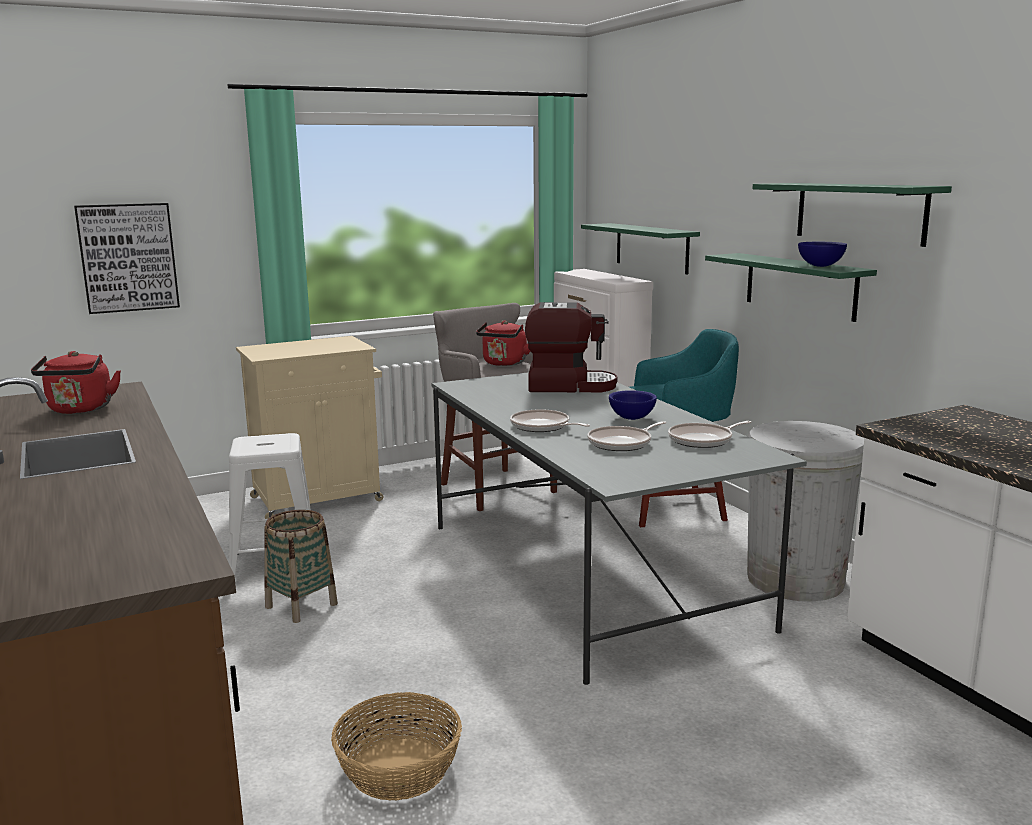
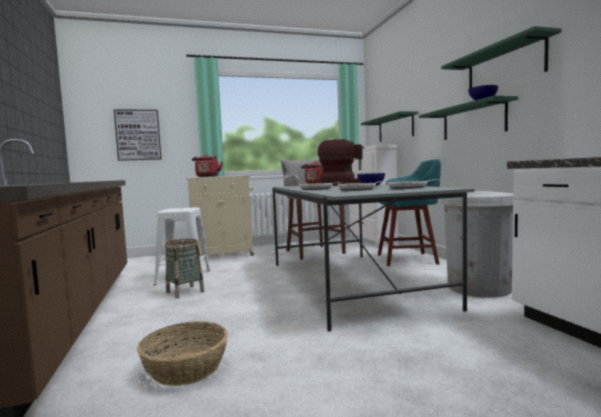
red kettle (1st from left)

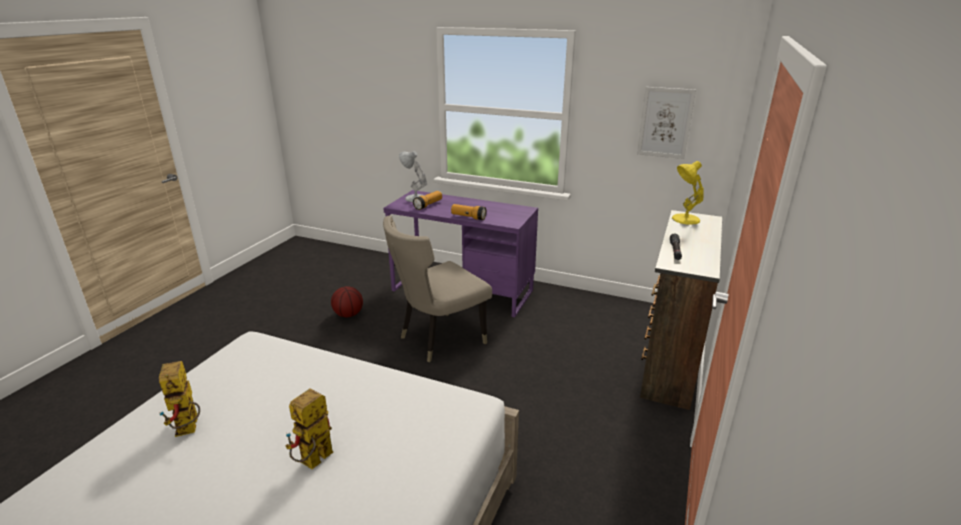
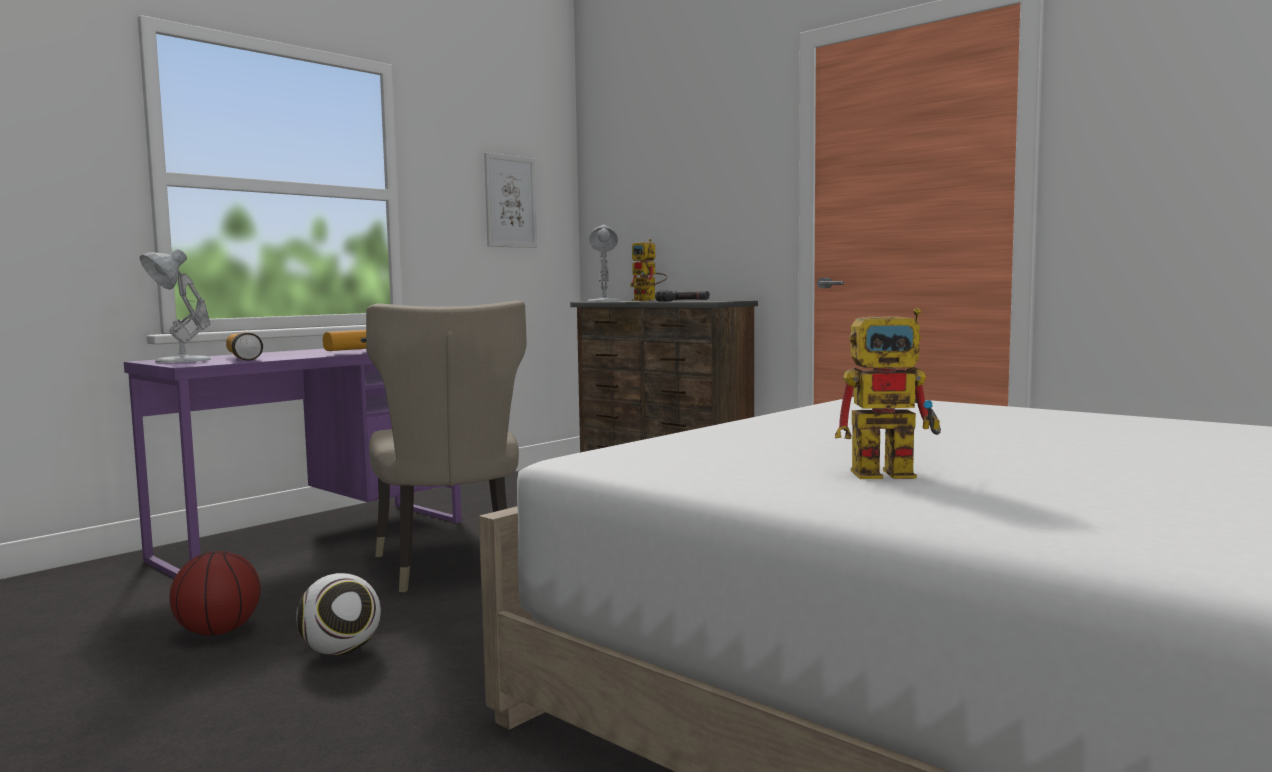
toy robot (1st from left); white table lamp (2nd from left); football

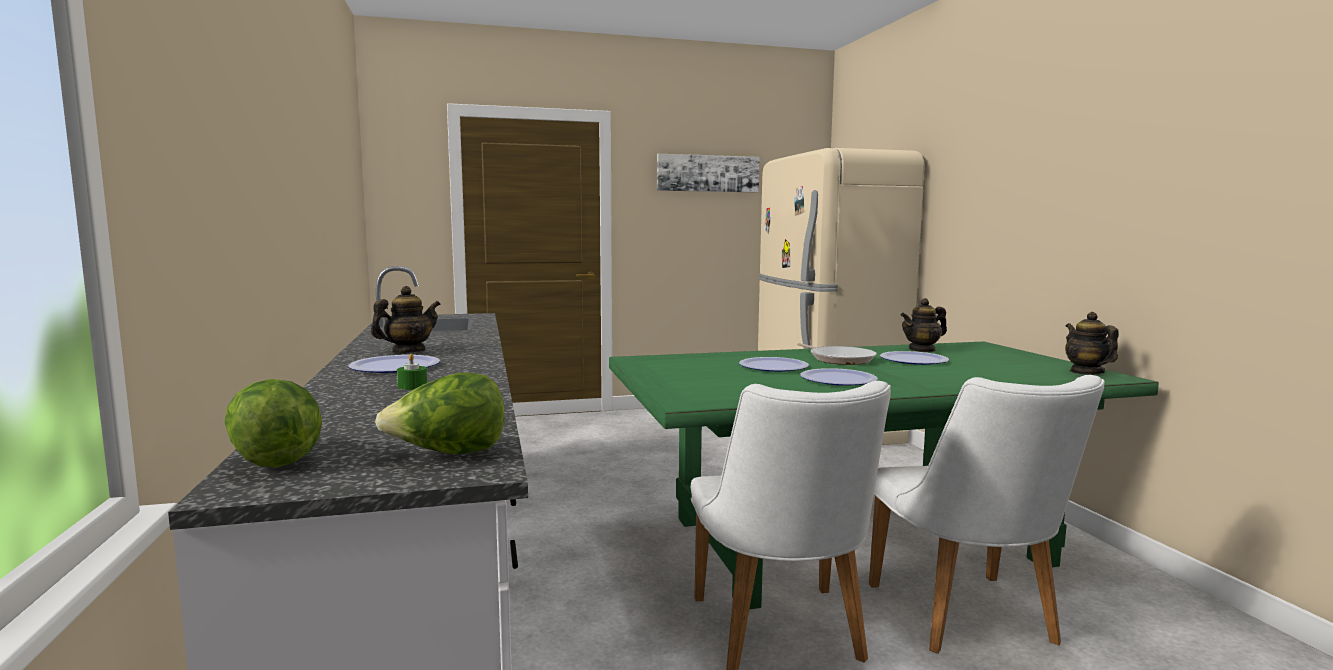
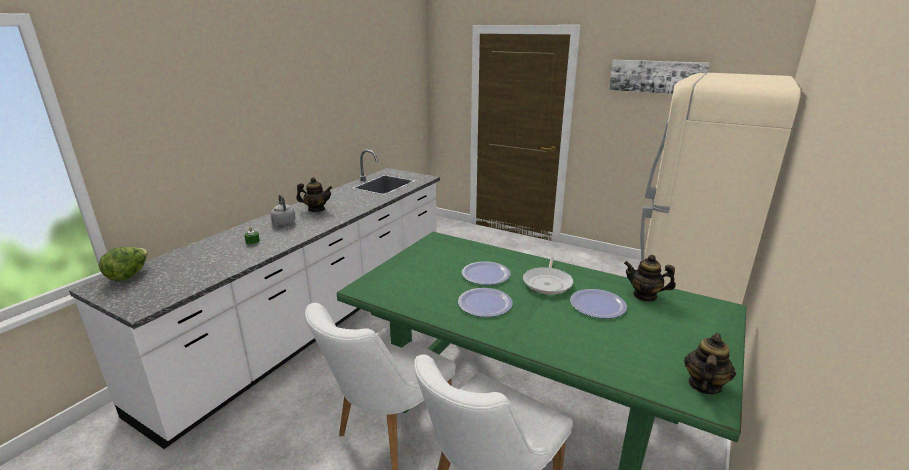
grey kettle; lettuce (2nd from left in the first image)

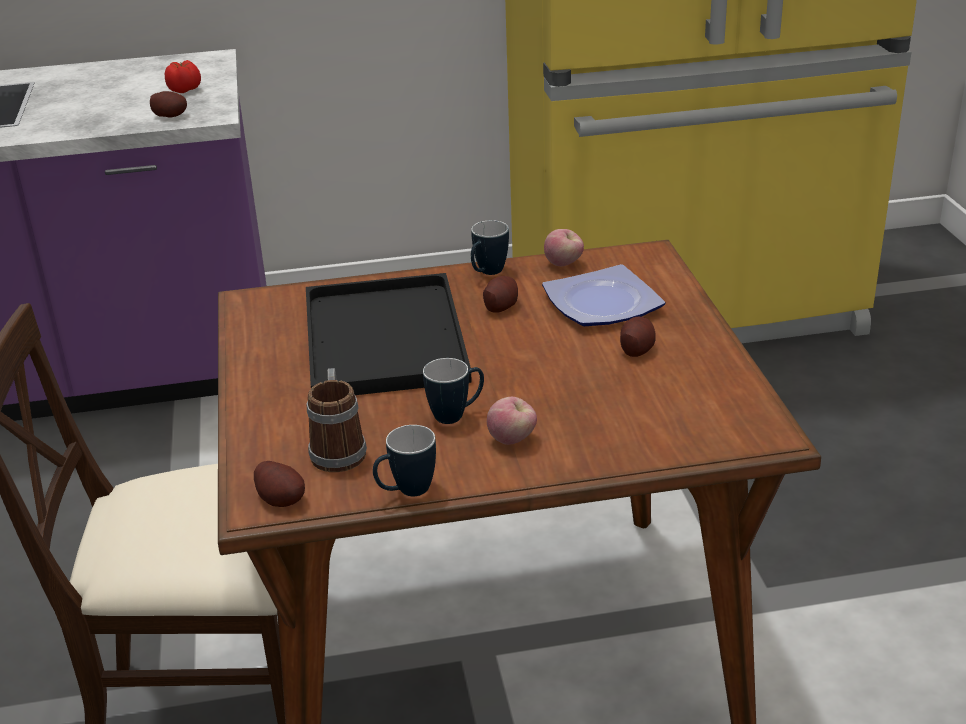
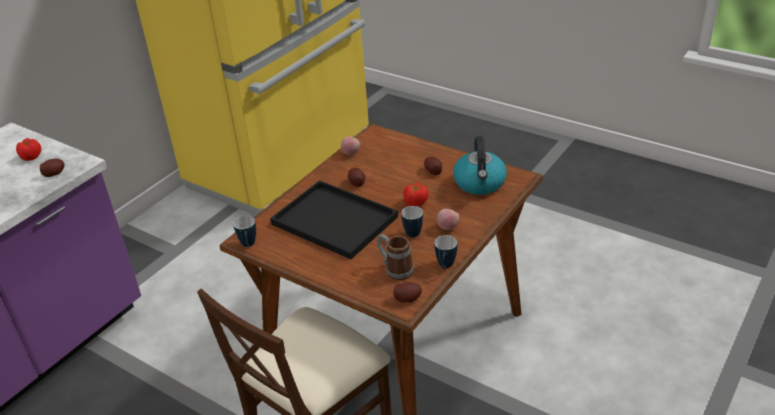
mug (1st from left); plate; tomato (2nd from left); kettle

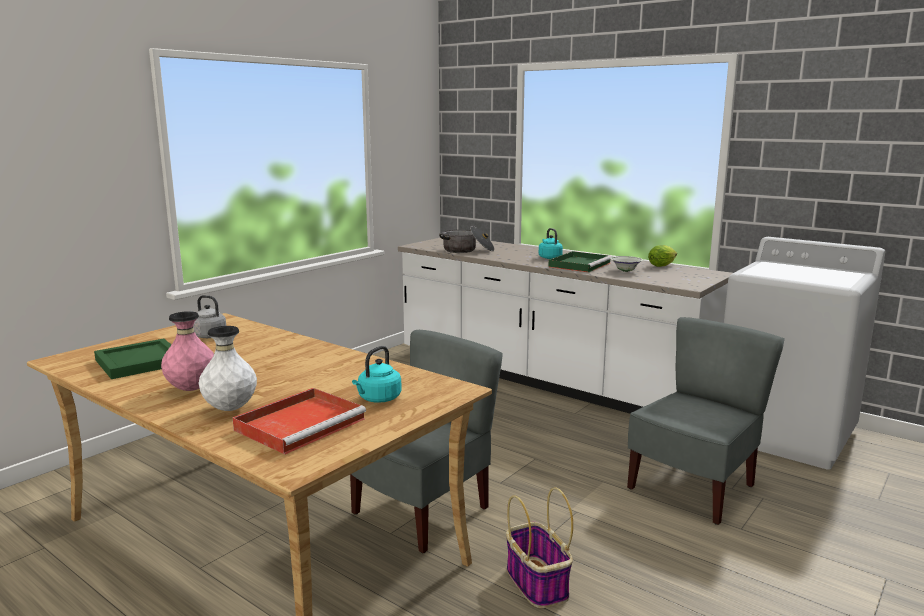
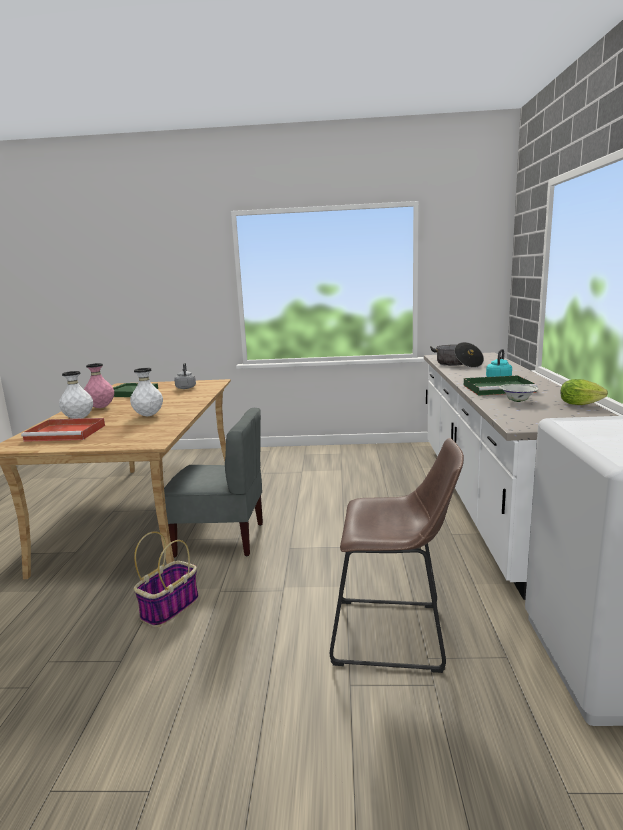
turquoise kettle (1st from left in the first image); brown stool; white vase (2nd from left)

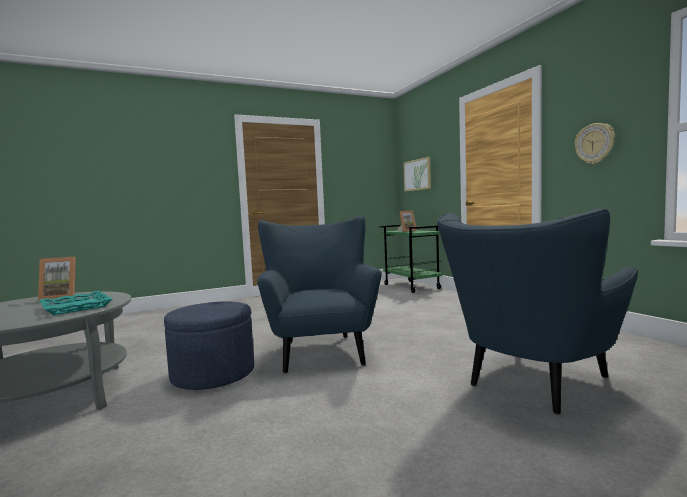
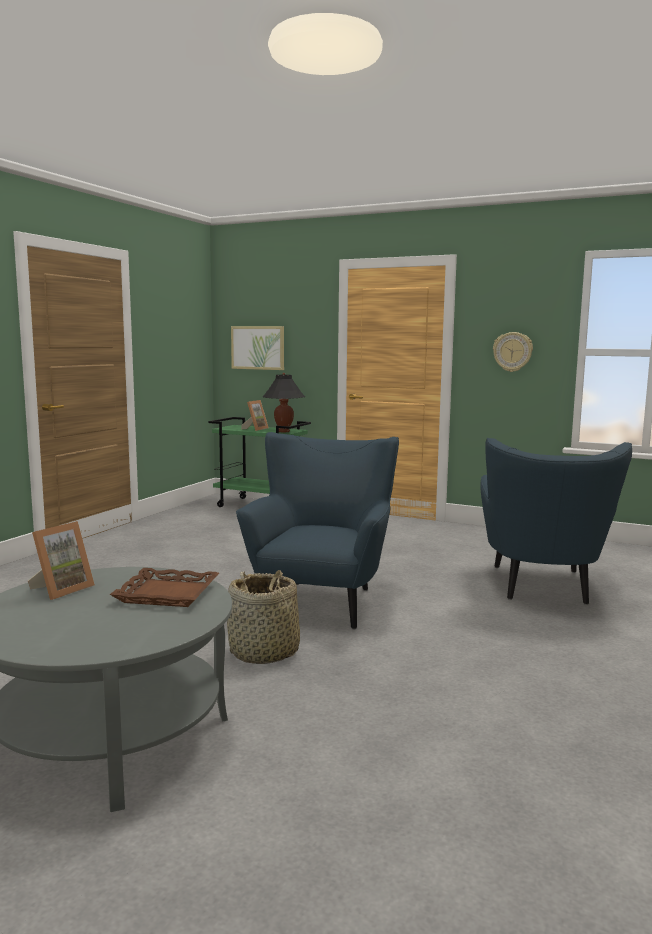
brown tray; basket; blue armchair (1st from left); black table lamp

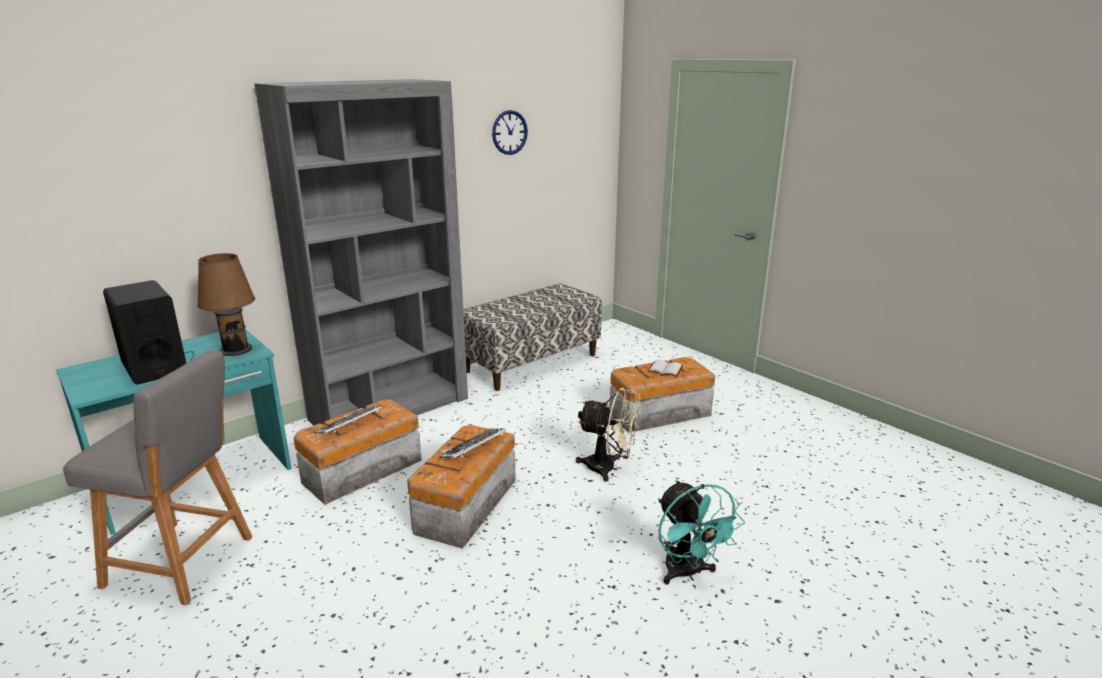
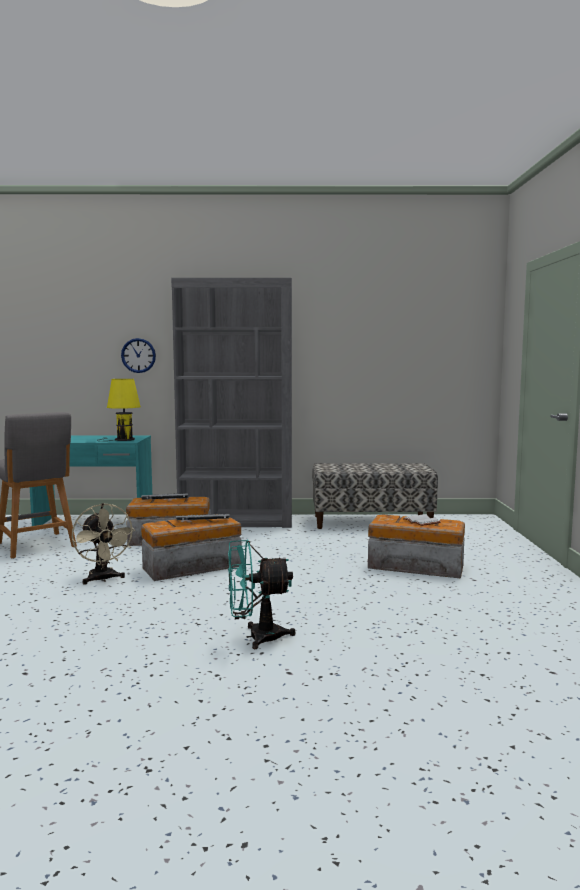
black speaker; yellow table lamp; wall clock; beige fan; turquoise fan

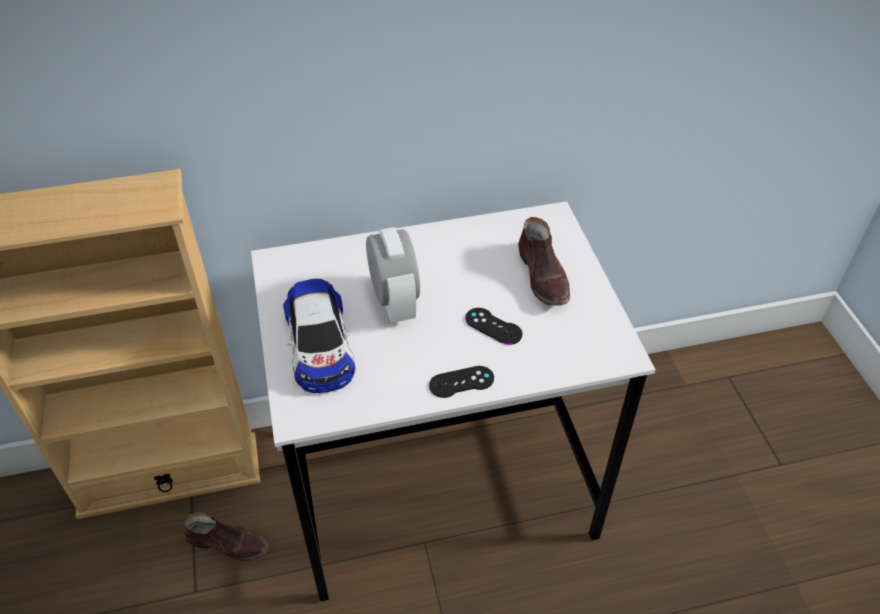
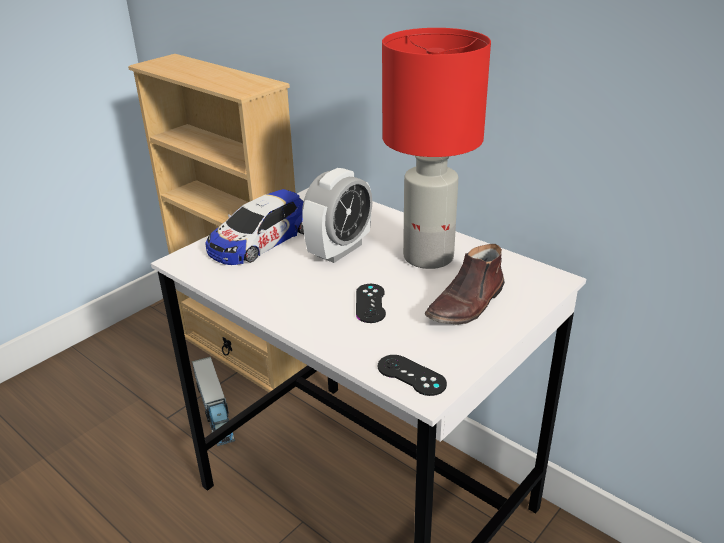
toy truck; black game controller (2nd from left); red table lamp

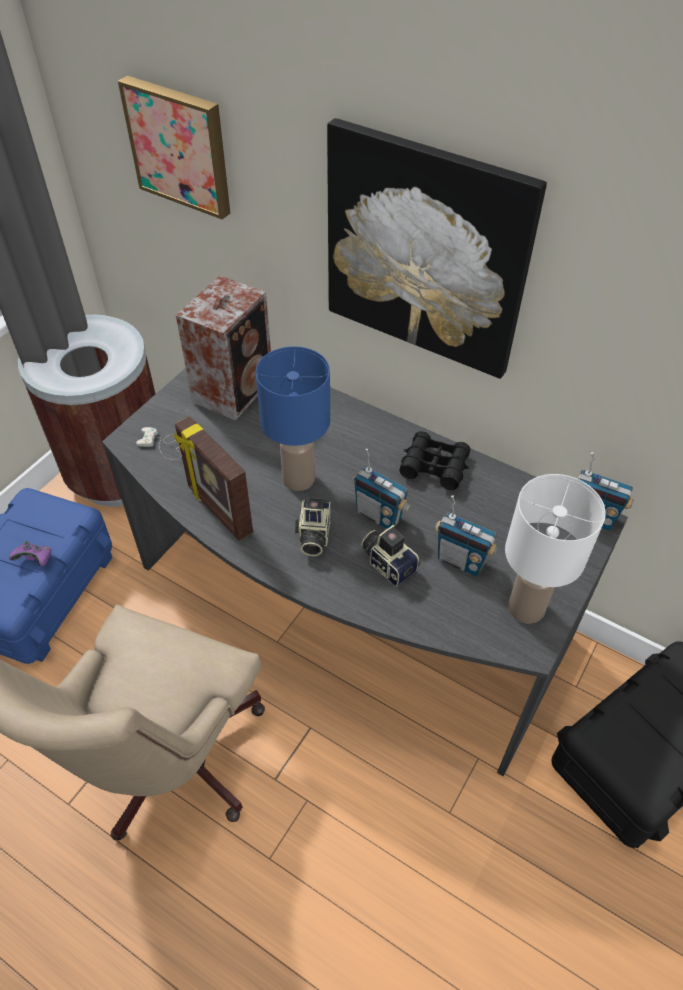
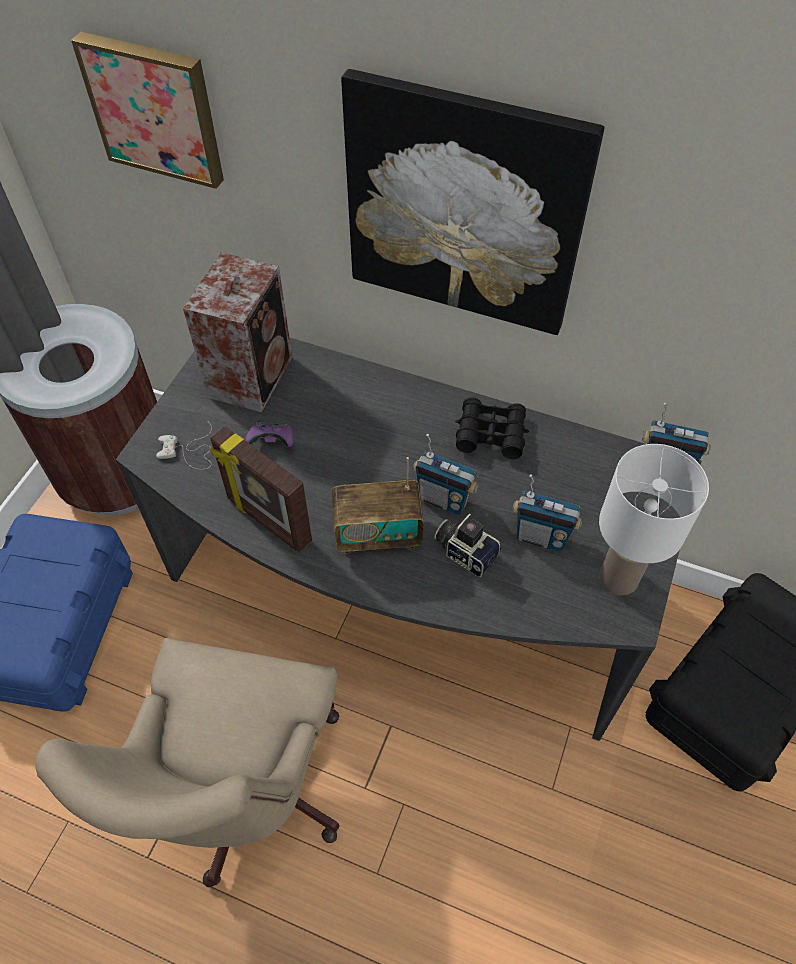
purple game controller; blue table lamp; radio (1st from left)

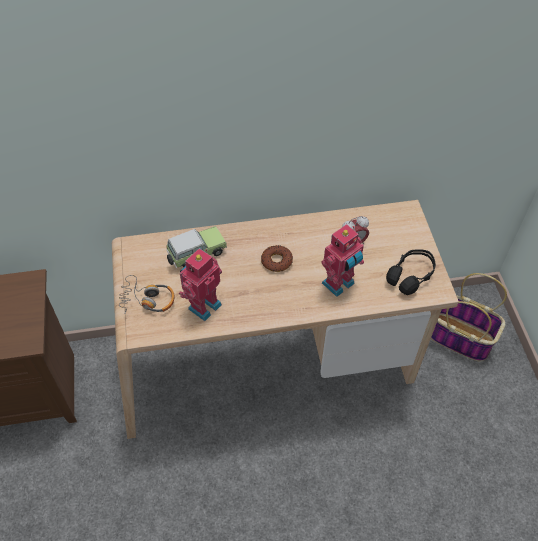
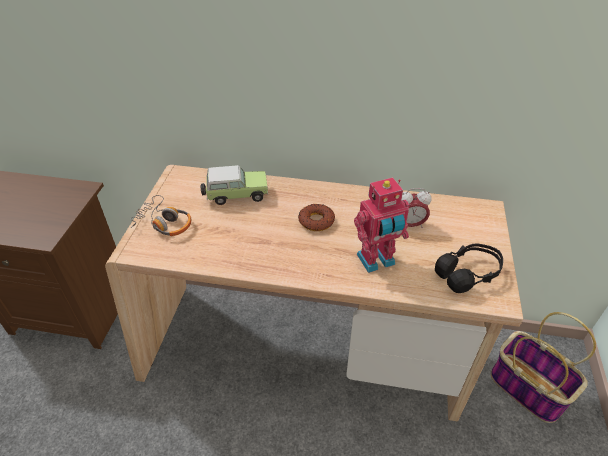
toy robot (1st from left in the first image)

